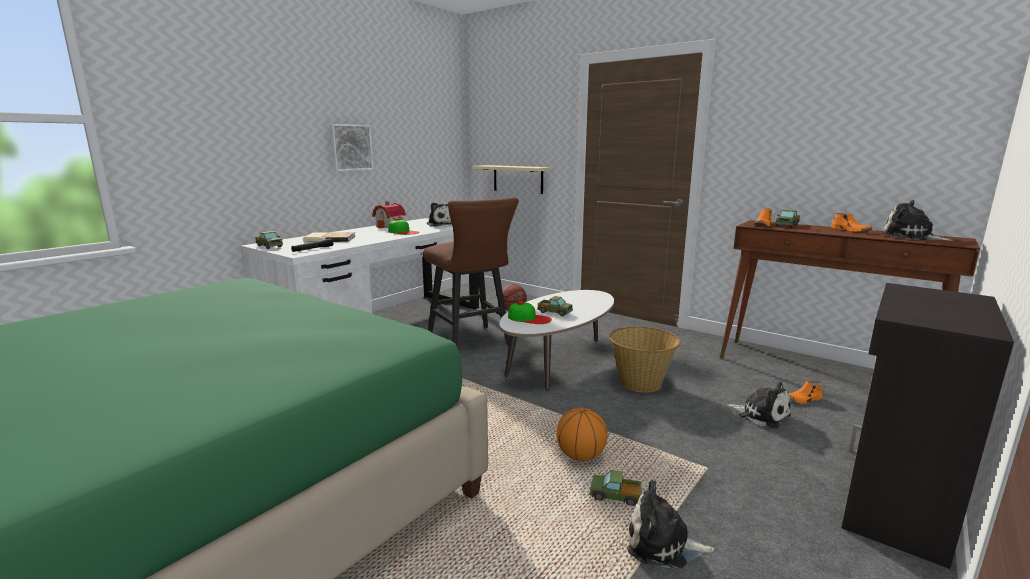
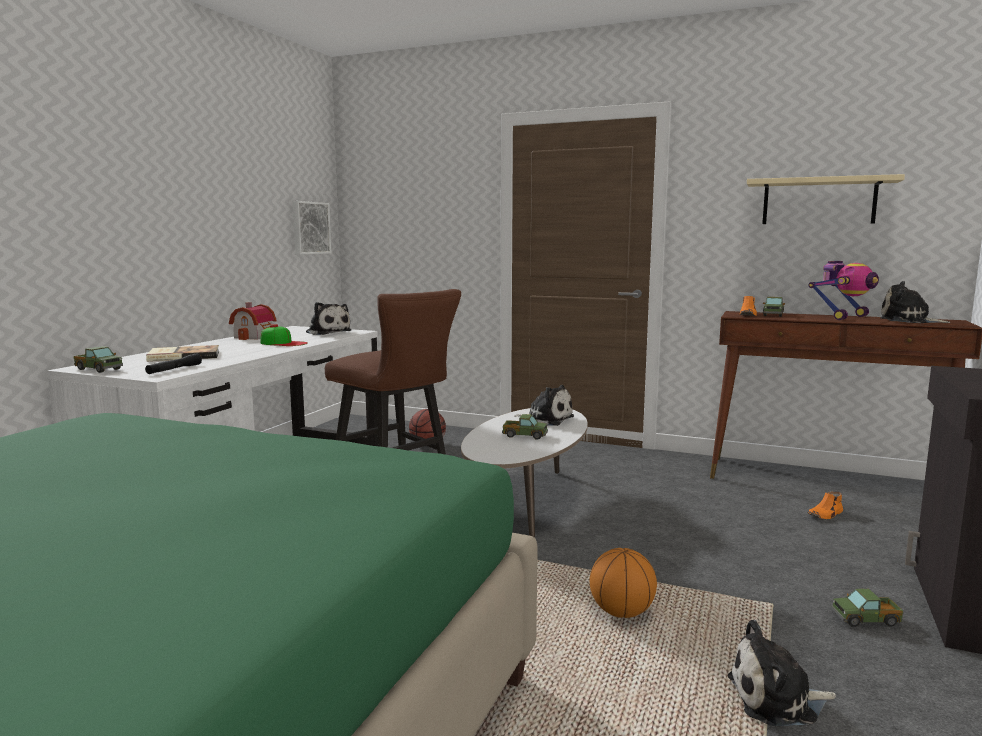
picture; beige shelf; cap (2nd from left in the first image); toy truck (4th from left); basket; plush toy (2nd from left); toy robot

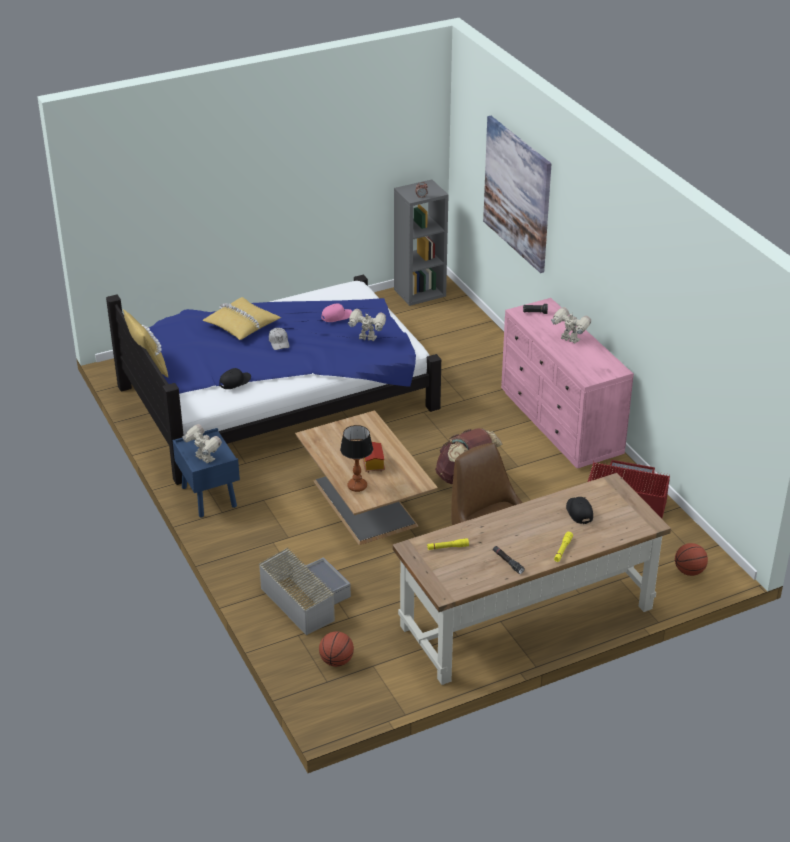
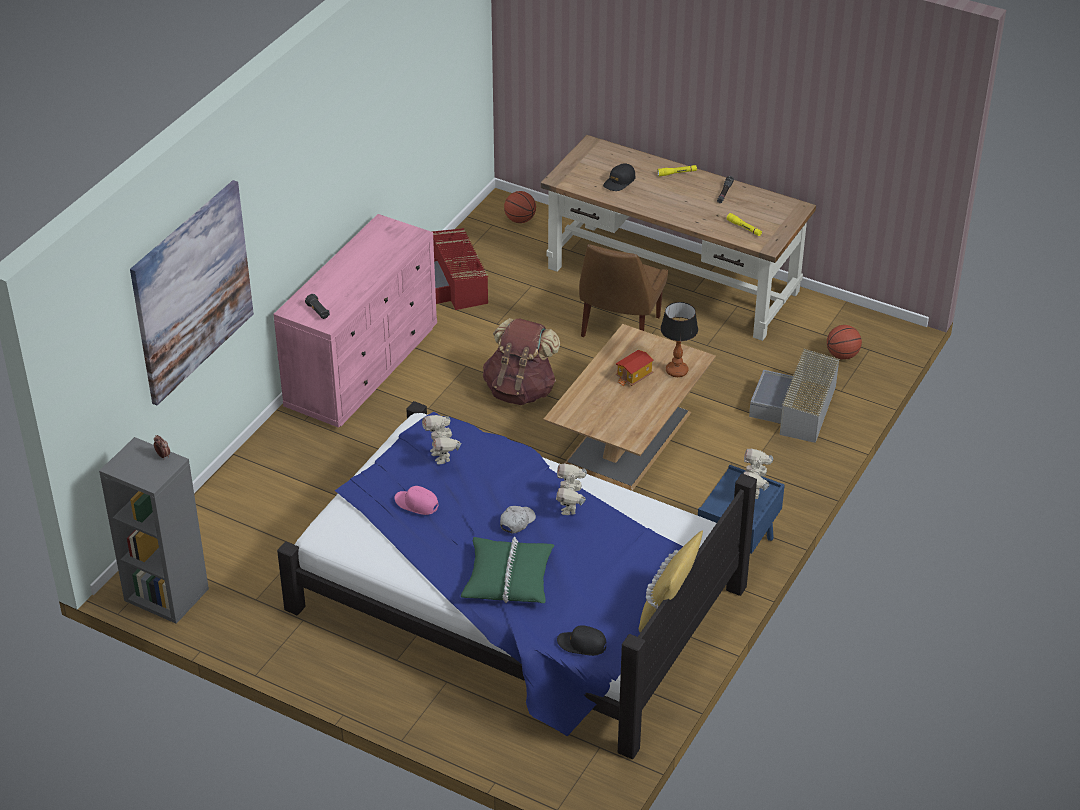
green pillow; black cap (1st from left); toy robot (2nd from left)

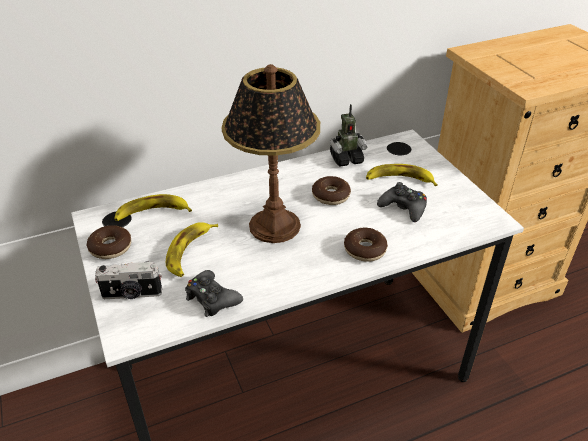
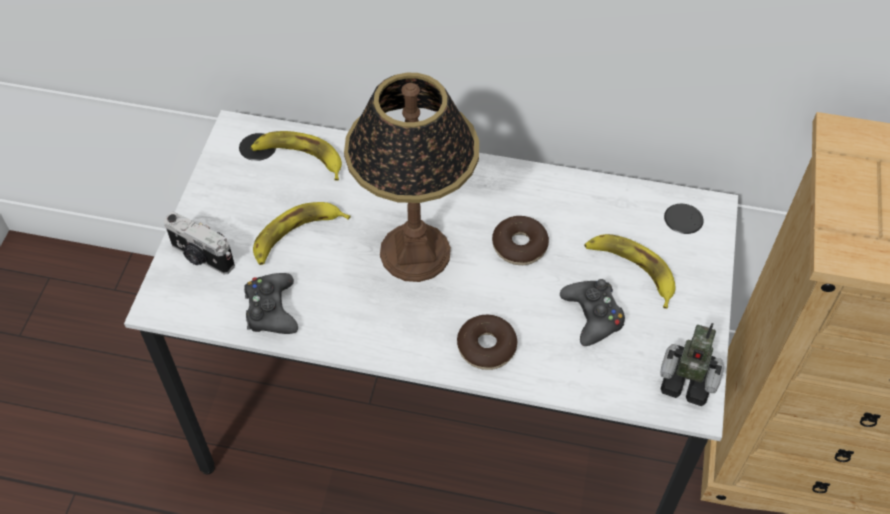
donut (1st from left in the first image); toy robot

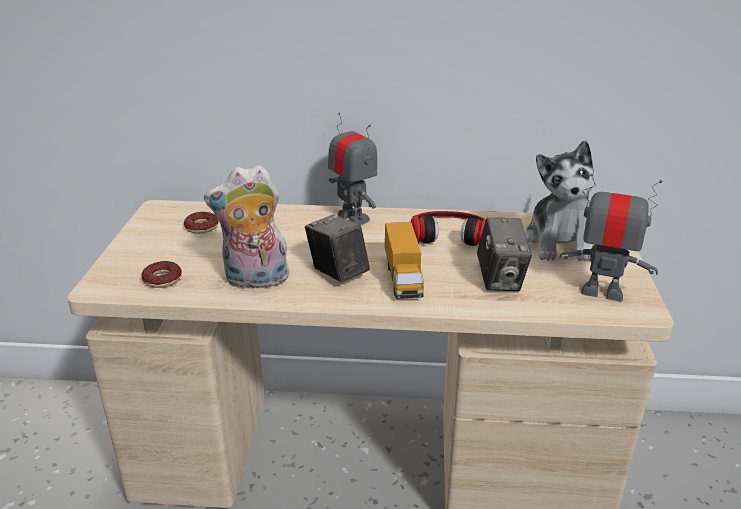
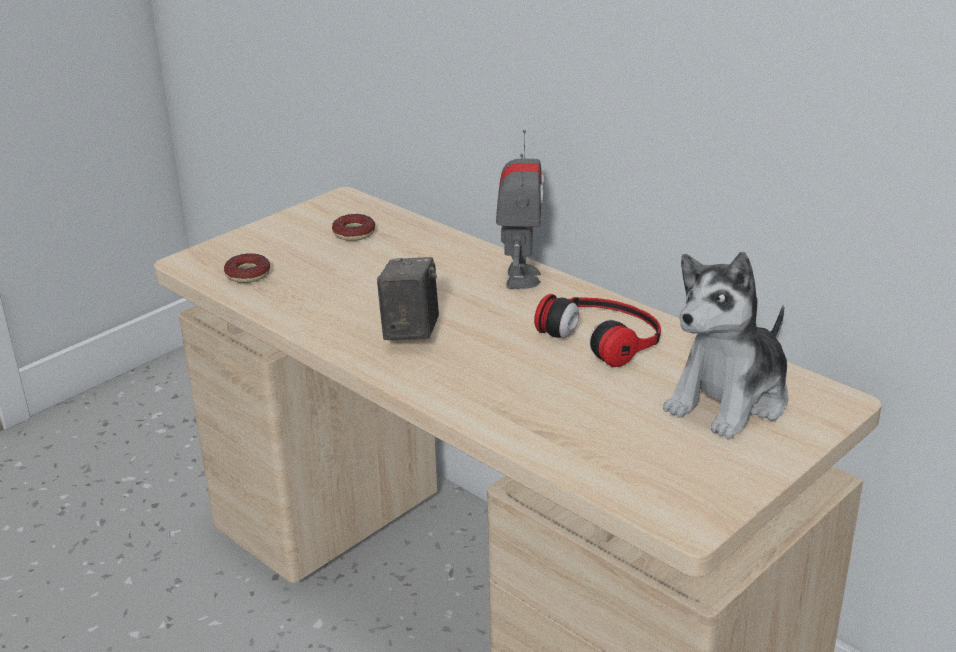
plush toy (1st from left in the first image); toy truck; photo camera (2nd from left in the first image); toy robot (2nd from left in the first image)

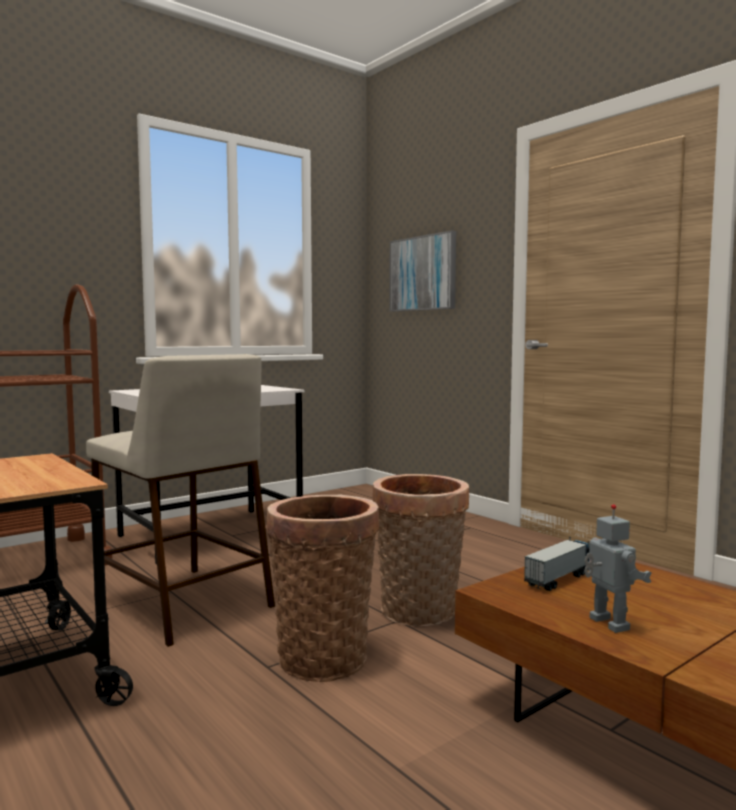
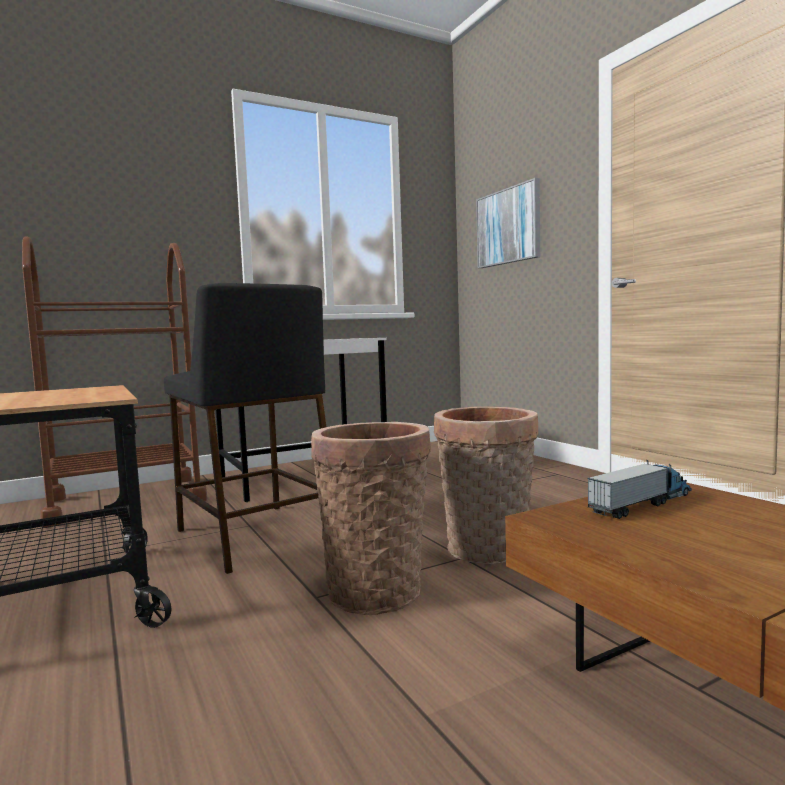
black stool; toy robot

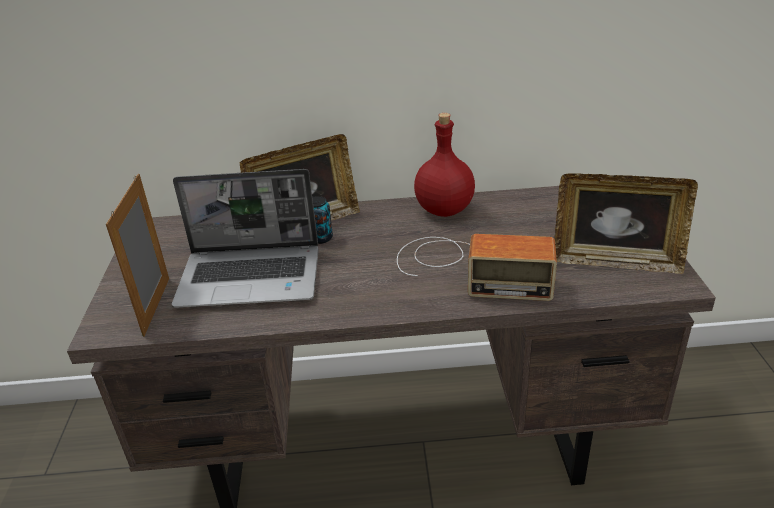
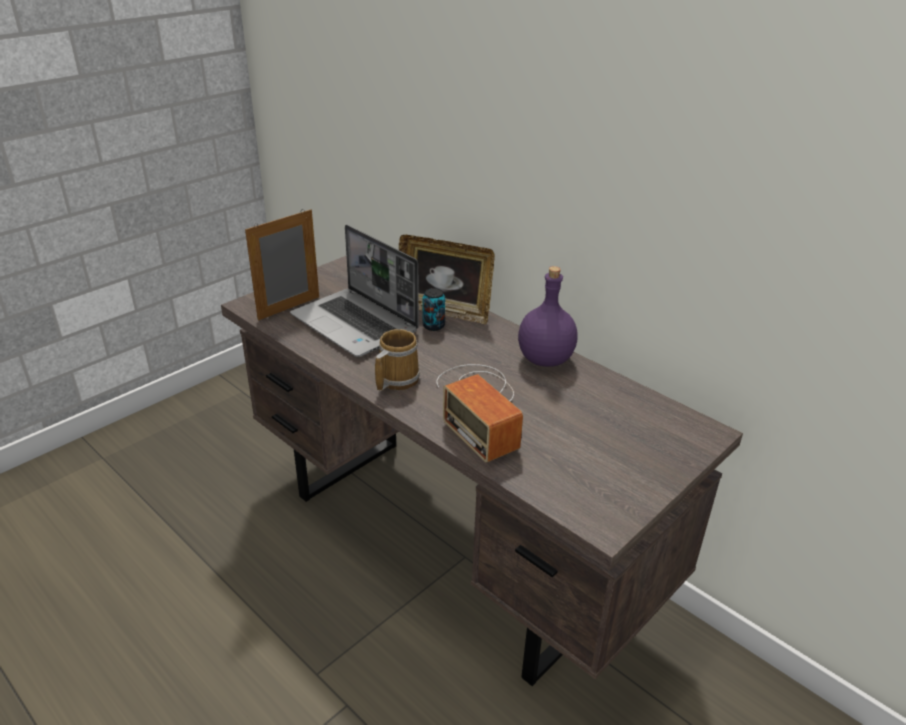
purple bottle; picture frame (3rd from left in the first image); mug

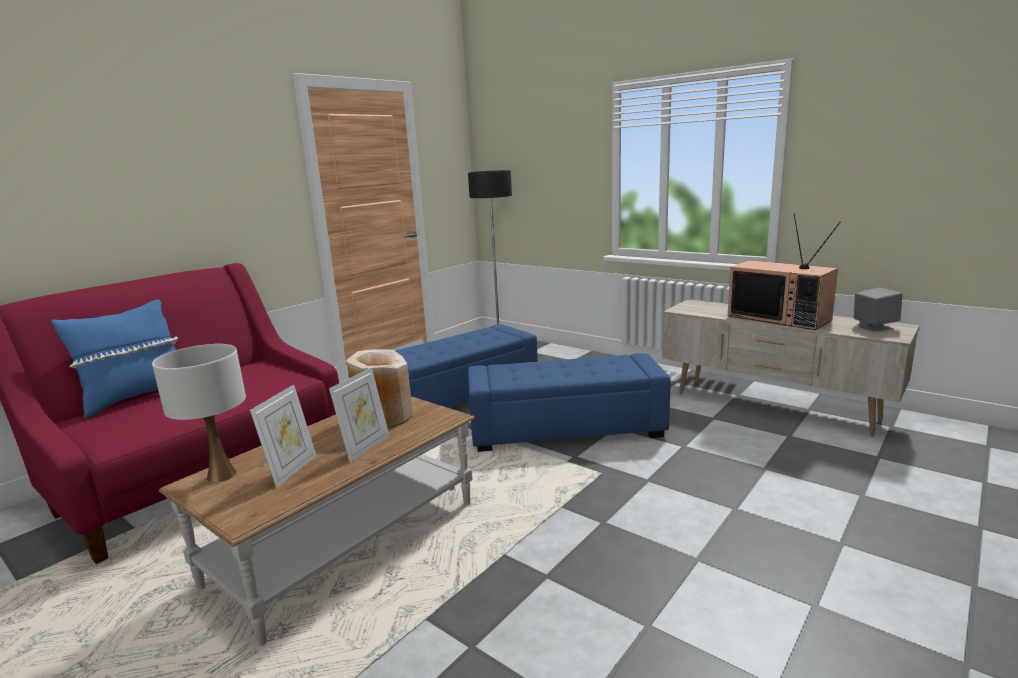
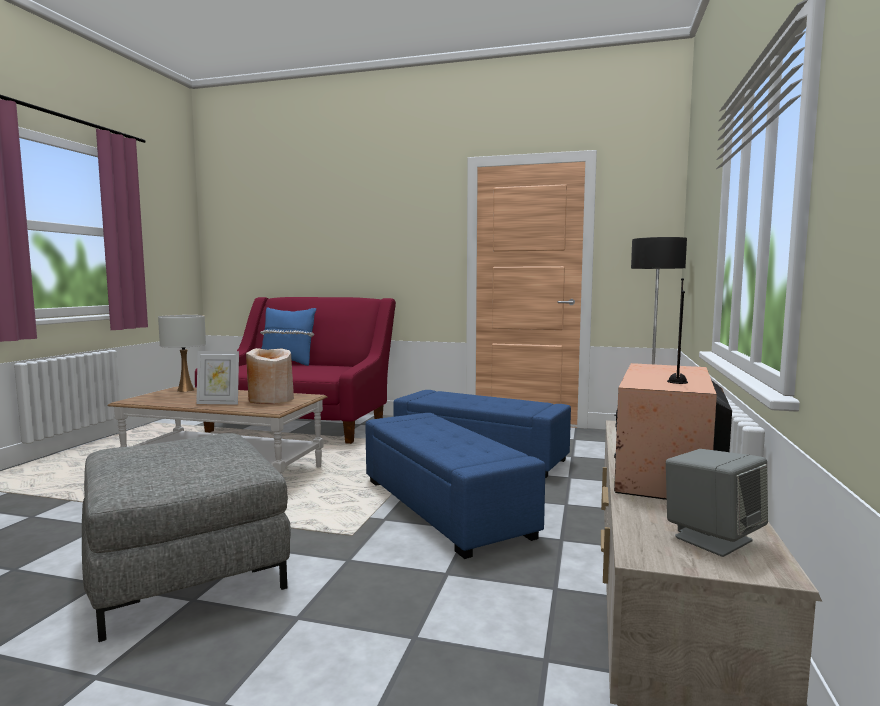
picture frame (1st from left in the first image); grey ottoman

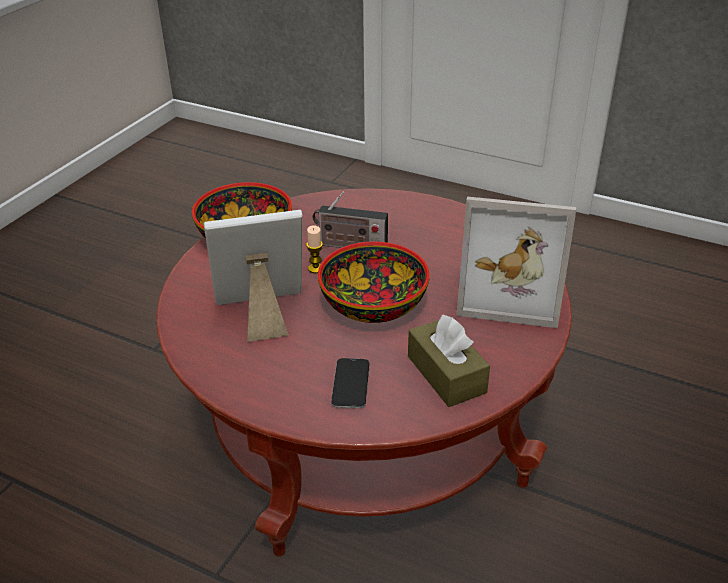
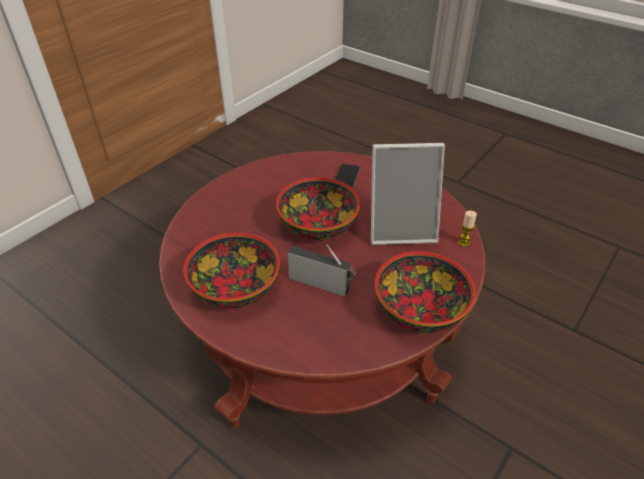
candle; brown tissue box; picture frame (2nd from left in the first image); bowl (1st from left)

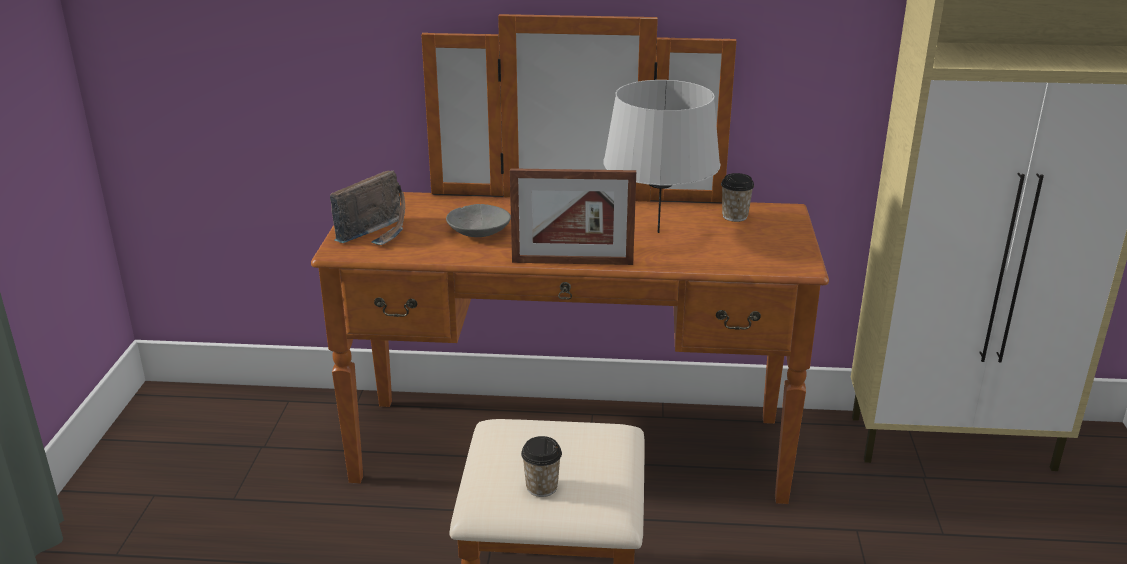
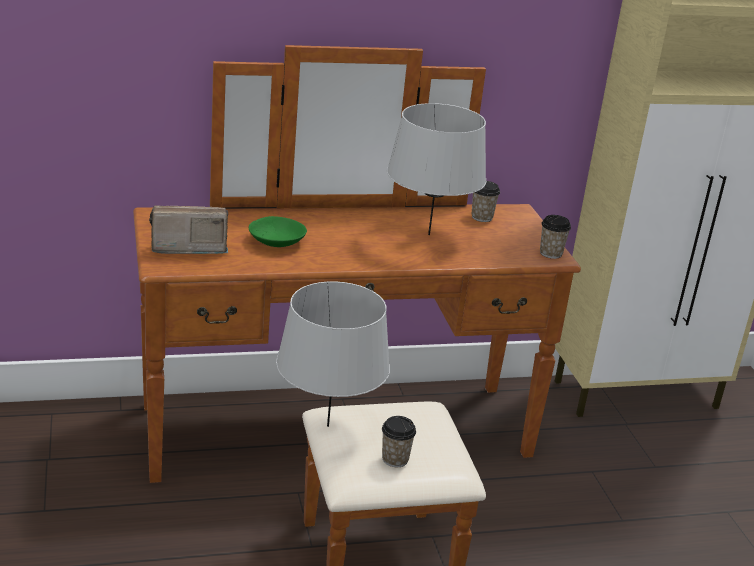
radio; green bowl; picture frame; grey table lamp (1st from left); cup (3rd from left)

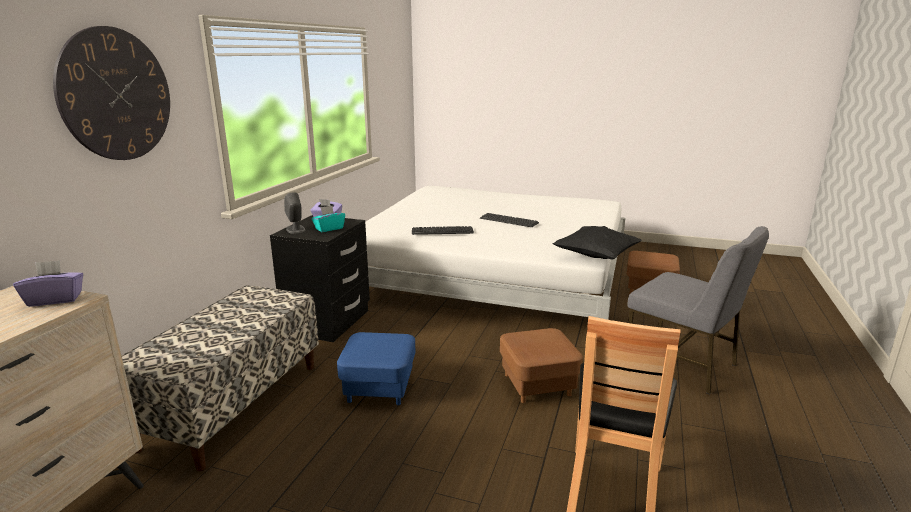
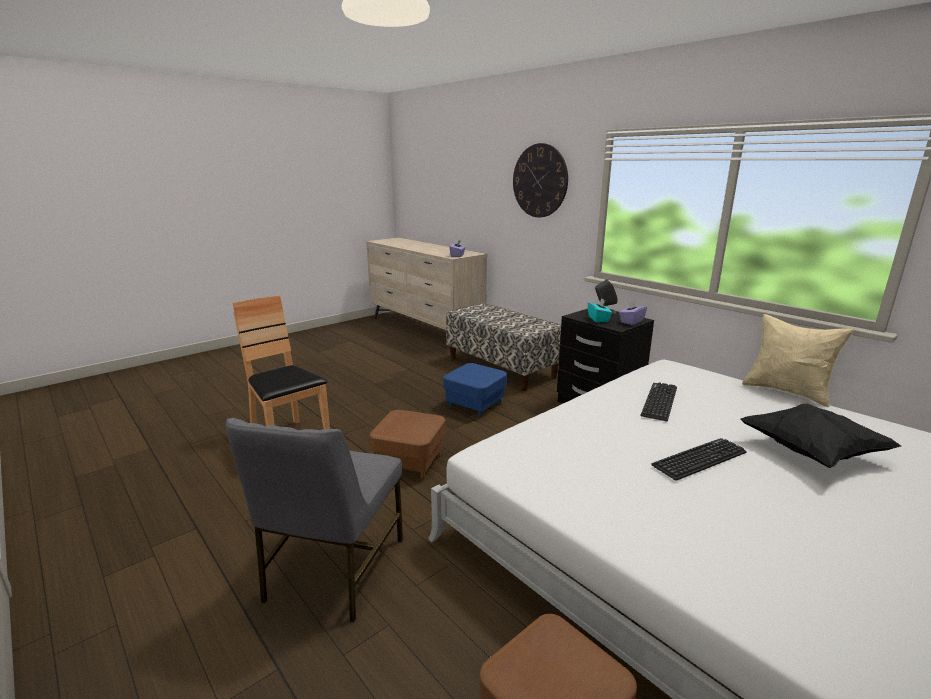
black pillow; grey chair; beige pillow

